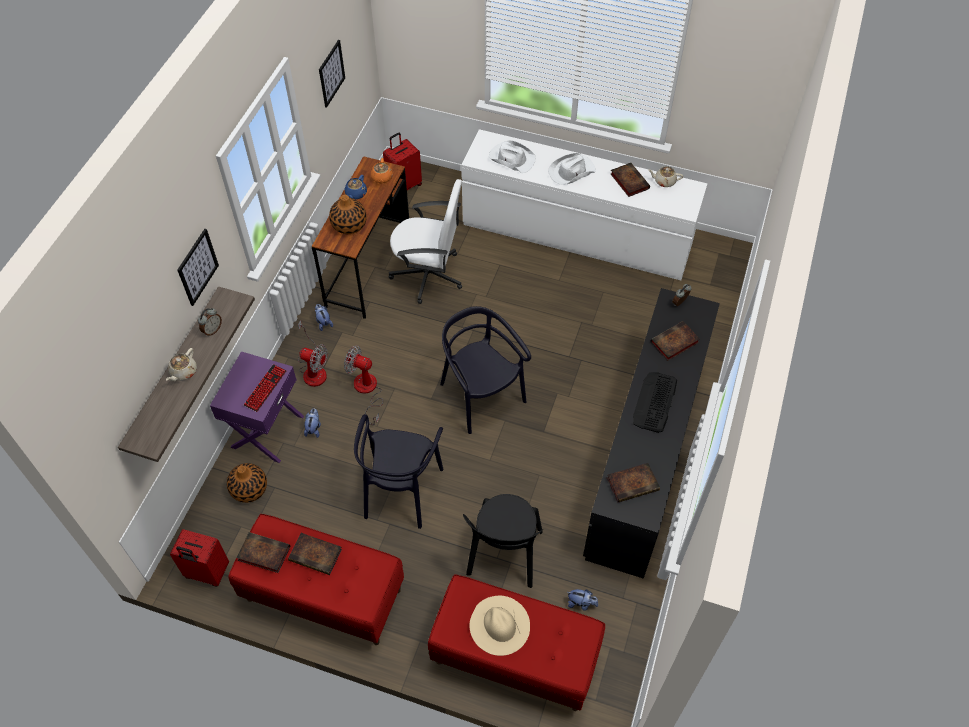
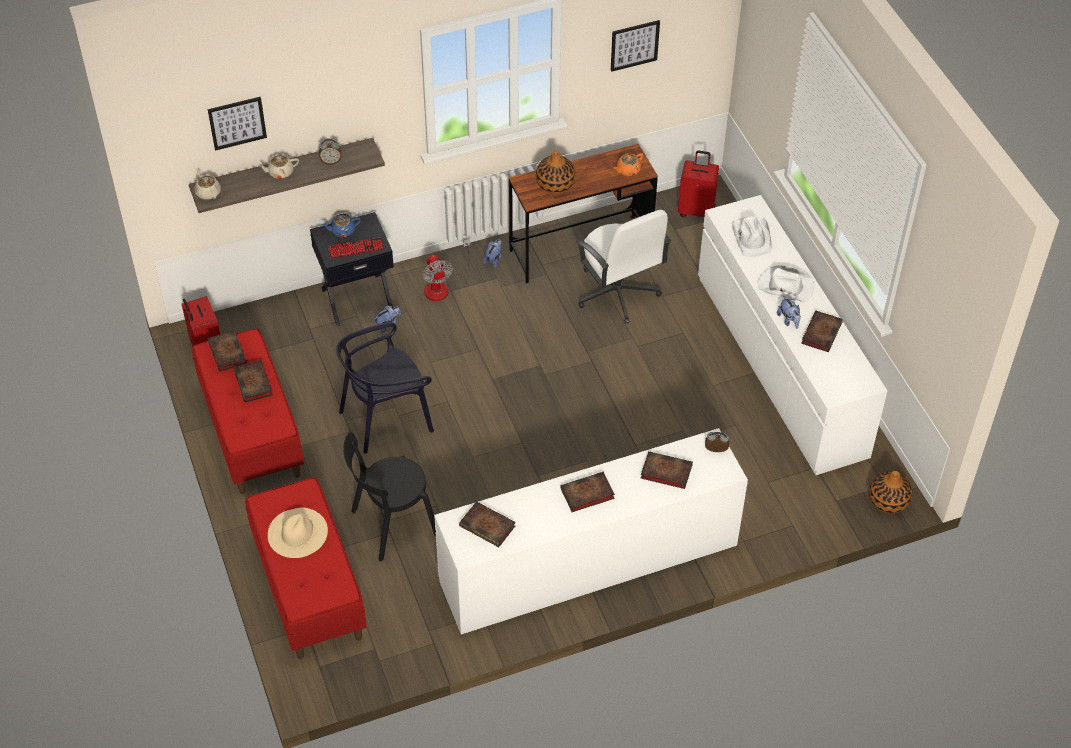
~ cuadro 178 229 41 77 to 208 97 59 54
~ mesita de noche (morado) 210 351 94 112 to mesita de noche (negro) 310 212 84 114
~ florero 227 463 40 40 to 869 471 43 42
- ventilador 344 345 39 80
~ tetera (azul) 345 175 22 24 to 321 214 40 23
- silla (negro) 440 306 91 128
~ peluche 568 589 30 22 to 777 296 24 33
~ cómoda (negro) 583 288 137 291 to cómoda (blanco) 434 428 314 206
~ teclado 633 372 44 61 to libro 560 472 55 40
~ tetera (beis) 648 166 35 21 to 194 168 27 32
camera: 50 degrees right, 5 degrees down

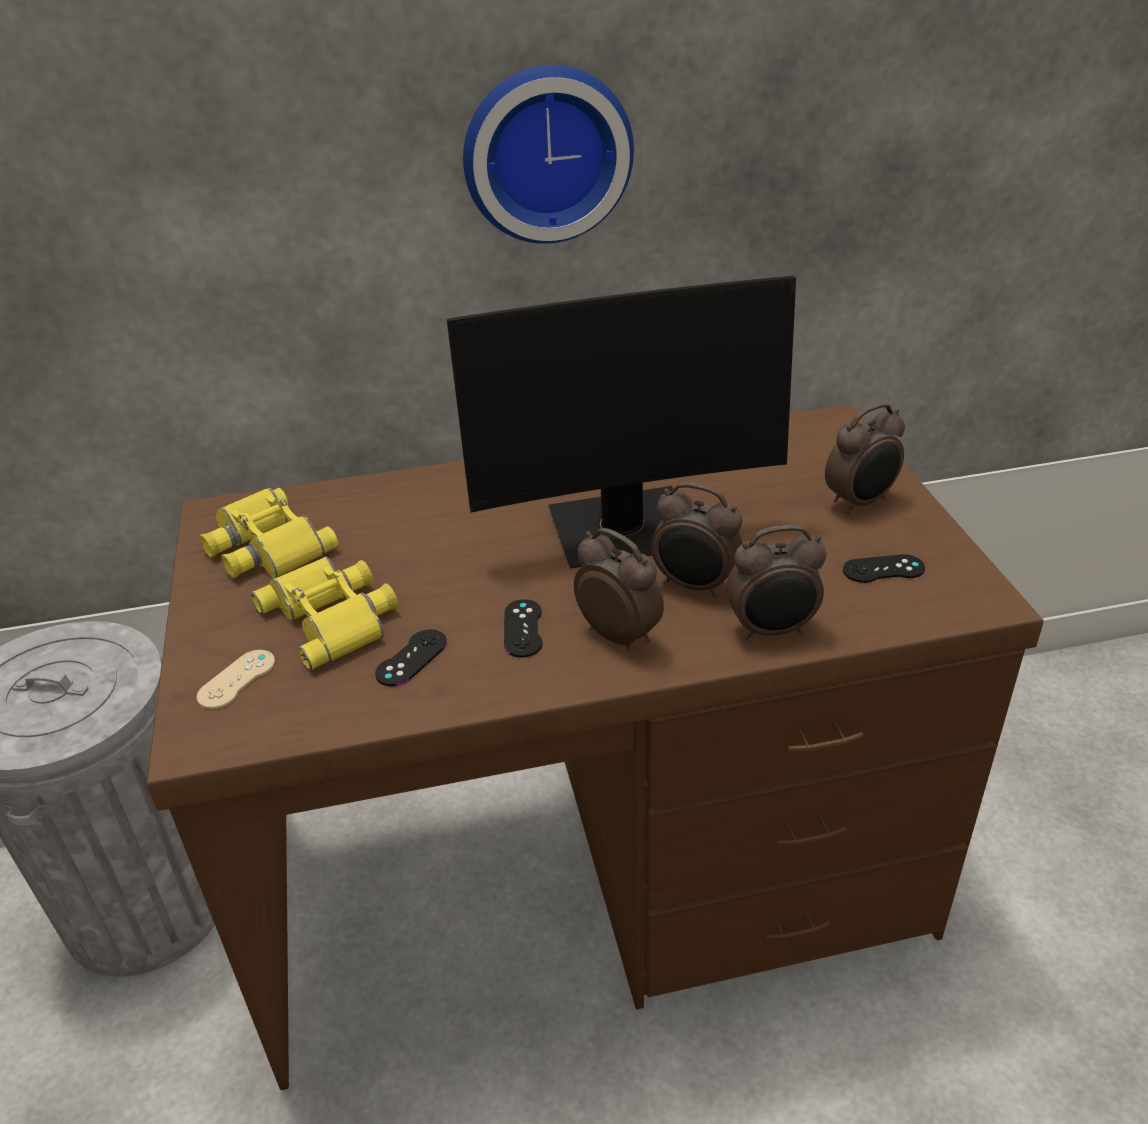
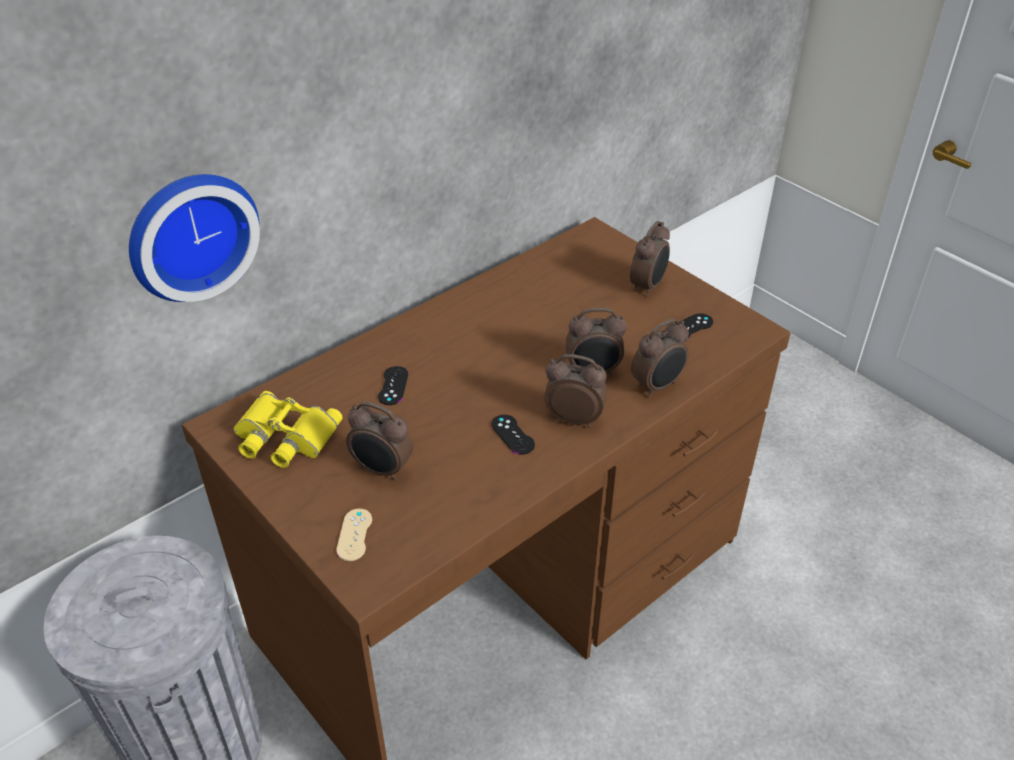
~ prismáticos (amarillo) 251 557 147 113 to despertador 346 402 67 79
~ mando de consola (negro) 375 629 72 57 to 378 366 30 39
- monitor 447 276 349 293
~ reloj de pared 463 65 171 179 to 129 174 131 128
camera: 30 degrees left, 5 degrees up

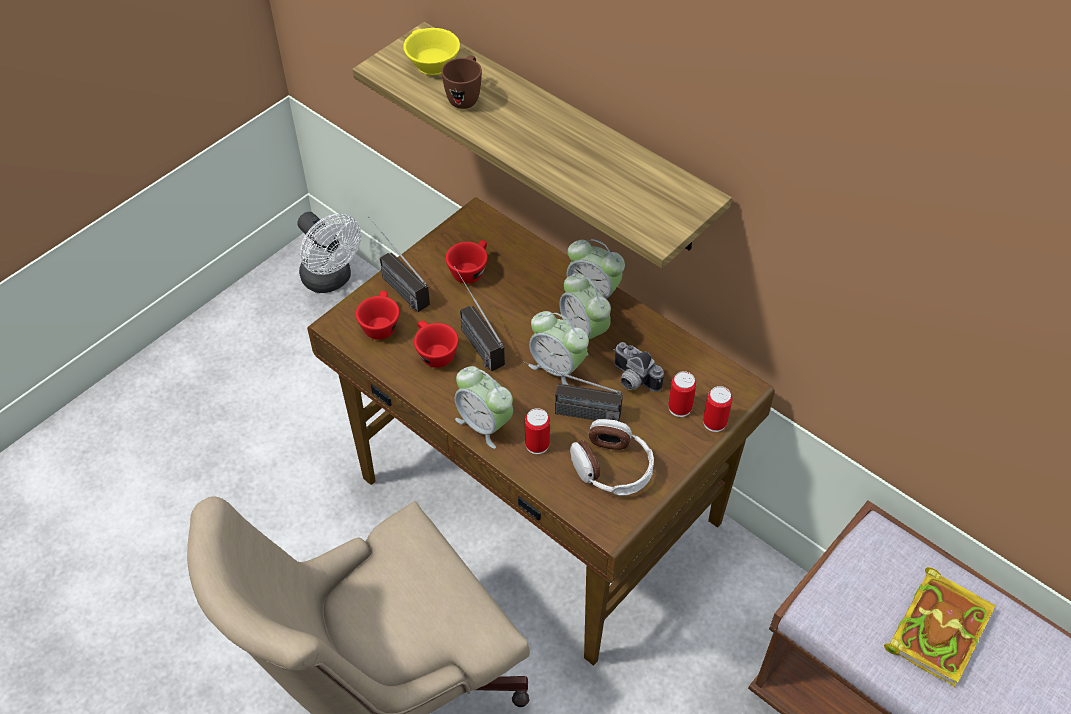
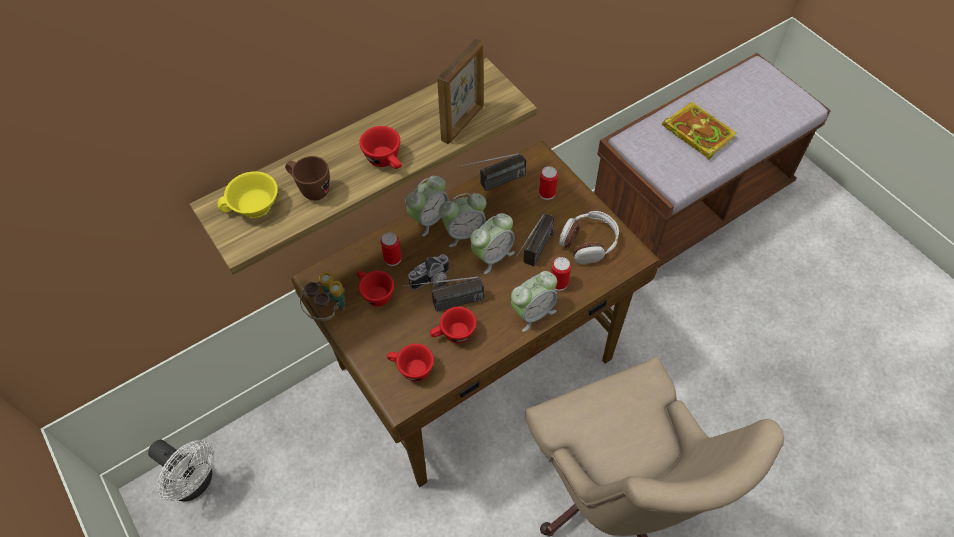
~ ventilador (blanco) 297 212 64 81 = 148 440 66 62 60 degrees clockwise
~ radio 368 217 62 95 to 457 153 69 38
~ cámara 614 342 50 50 to 408 254 42 36
~ lata 703 386 29 46 to 380 232 22 34
+ prismáticos 300 271 45 50
+ taza (rojo) 359 126 43 43
+ portarretratos 437 38 47 106
camera: 75 degrees left, 5 degrees up

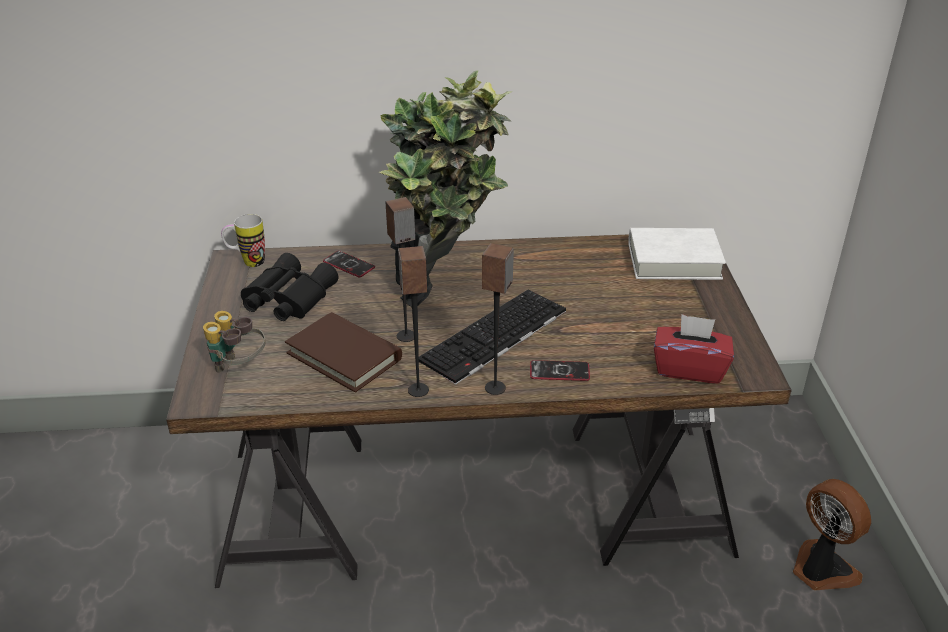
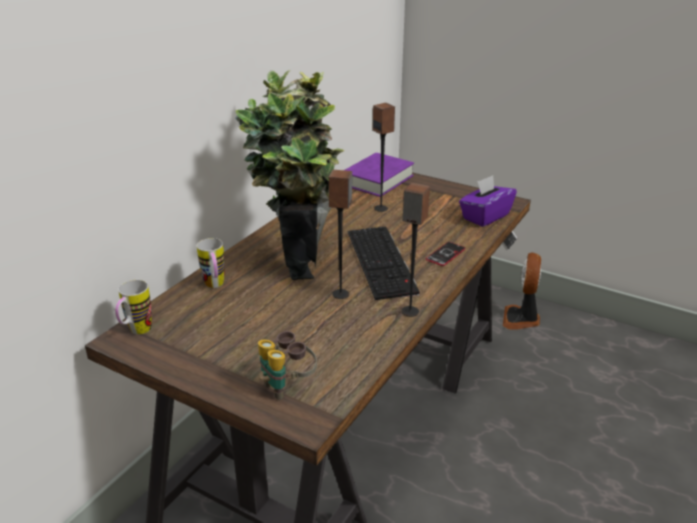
- prismáticos (negro) 241 253 97 68
- libro (marrón) 285 312 117 81
~ móvil 323 251 52 26 to taza grande 197 238 28 50
~ altavoz 482 243 32 152 to 373 103 22 109
~ libro (blanco) 628 228 98 52 to libro (morado) 345 153 69 44
~ caja de pañuelos (rojo) 654 314 80 69 to caja de pañuelos (morado) 459 175 58 52
~ ventilador 793 479 78 111 = 503 253 38 77 75 degrees counterclockwise
camera: 55 degrees left, 5 degrees down

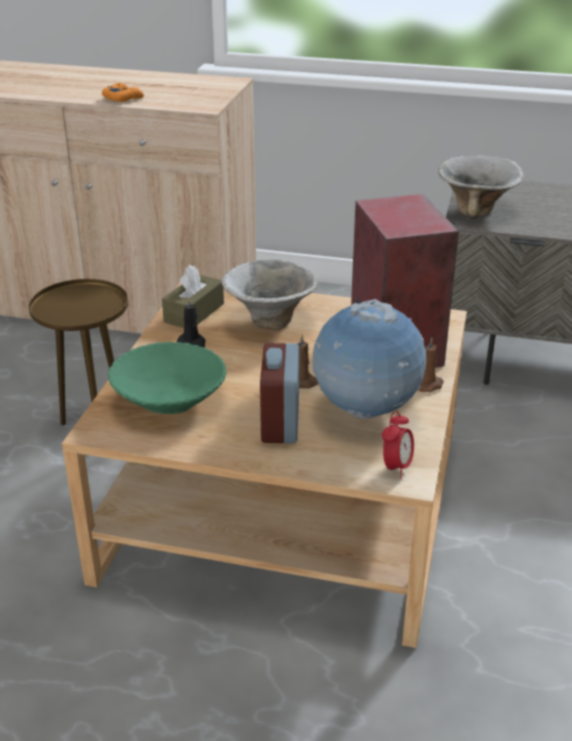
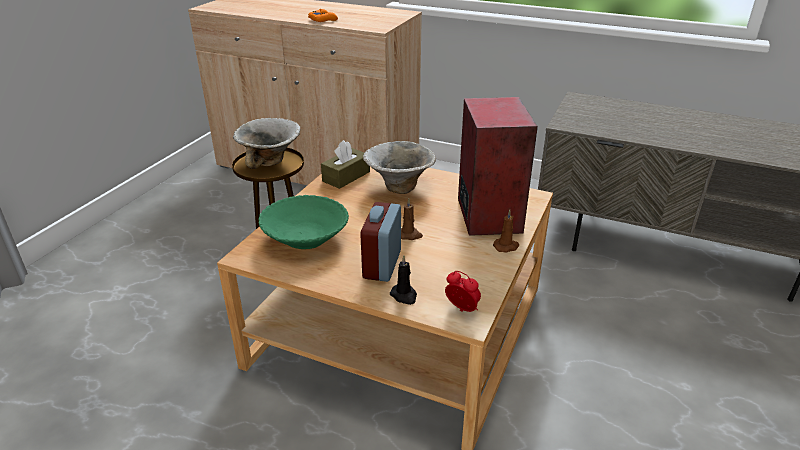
~ vela (negro) 177 297 29 51 to 390 255 27 50
- globo terráqueo 313 299 113 120
~ despertador 382 411 32 67 = 445 271 36 41 90 degrees counterclockwise
~ cuenco 438 155 86 64 to 233 118 67 51
camera: 10 degrees right, 0 degrees up

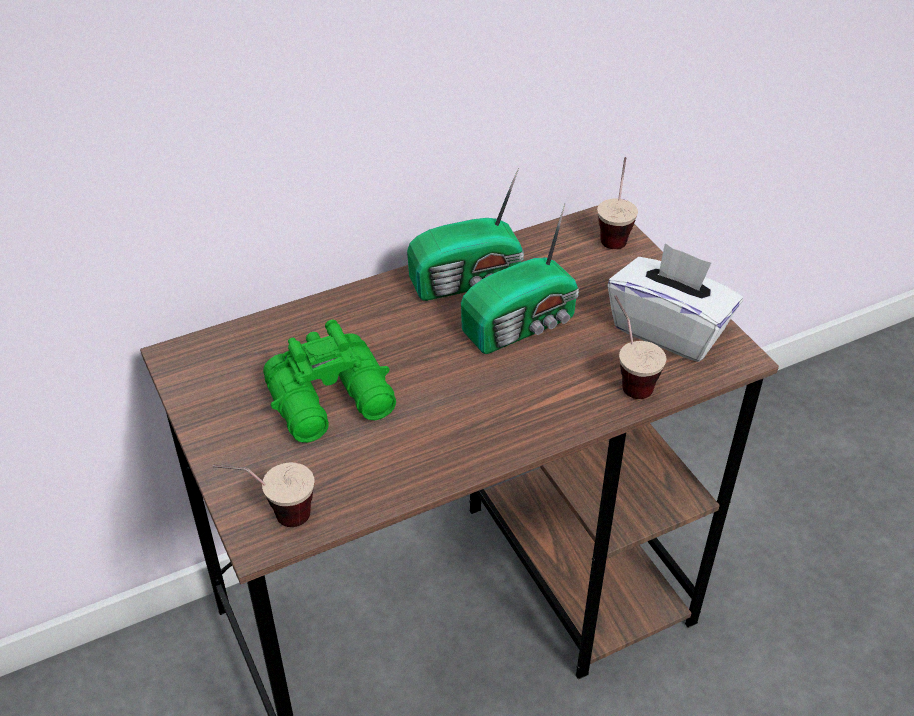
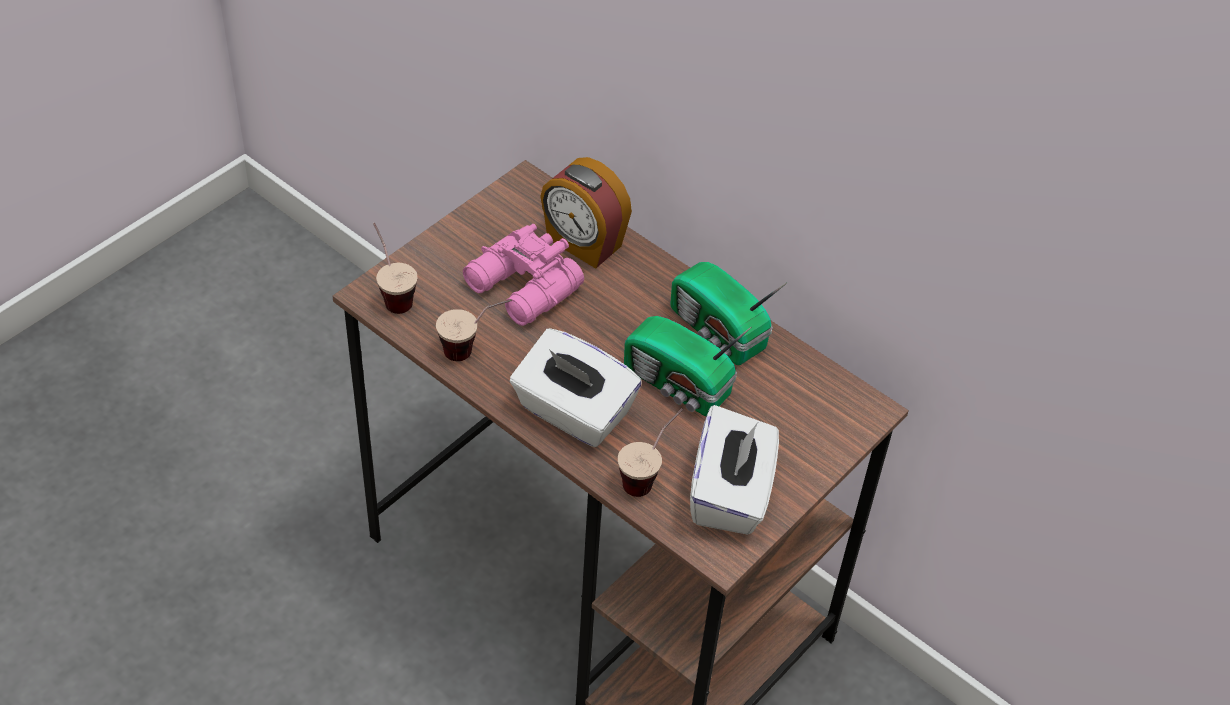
~ prismáticos (verde) 263 319 133 124 to prismáticos (rosa) 463 224 121 102
~ taza 597 157 41 92 to 436 299 76 62
+ caja de pañuelos (blanco) 510 328 132 119
+ despertador 540 157 92 112
camera: 65 degrees right, 5 degrees up

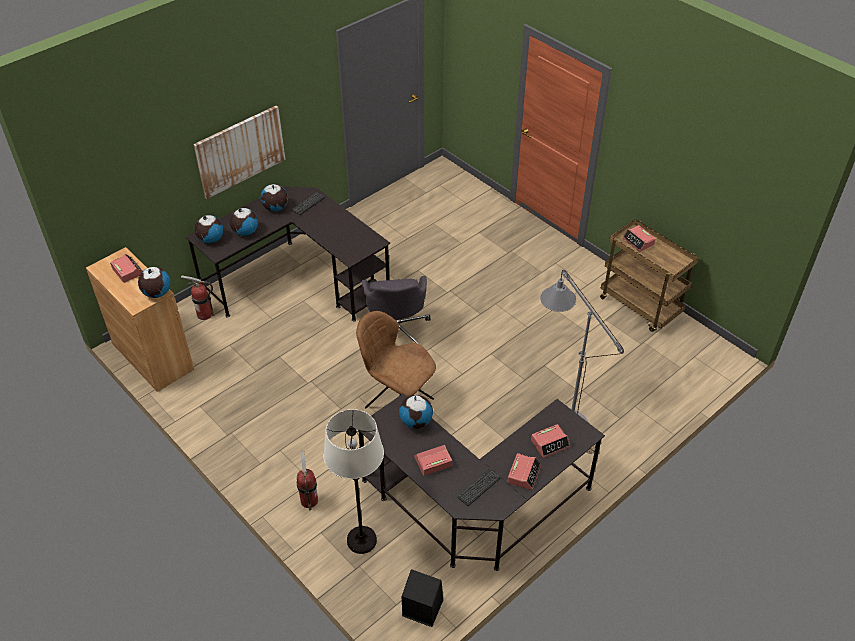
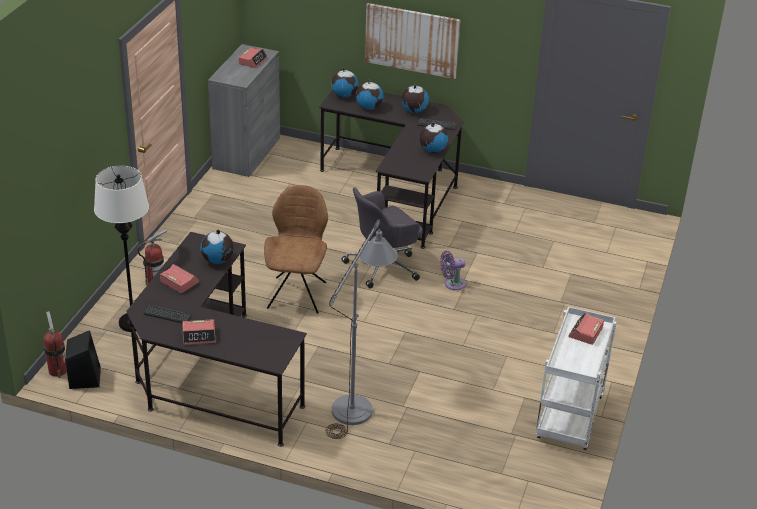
~ armario (marrón) 86 247 108 145 to armario (gris) 208 44 72 133
~ globo terráqueo 138 267 32 31 to 419 123 29 30
~ extintor 181 276 33 44 to 44 311 23 67
- despertador 531 424 39 34
~ carrito (marrón) 600 219 99 113 to carrito (blanco) 536 306 80 144
+ ventilador (morado) 440 251 26 39
camera: 60 degrees right, 10 degrees down

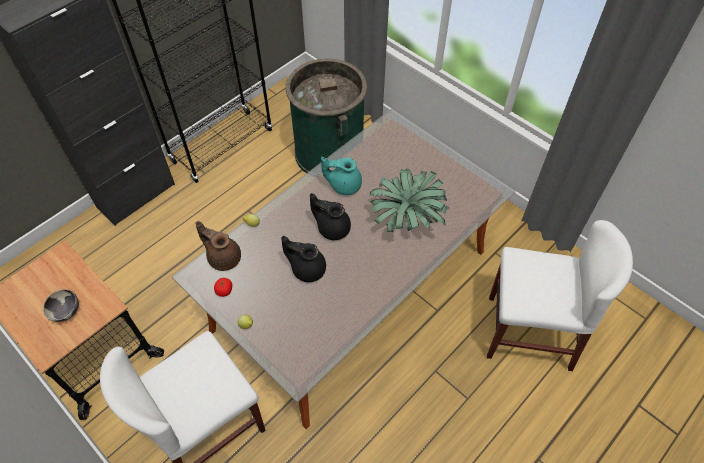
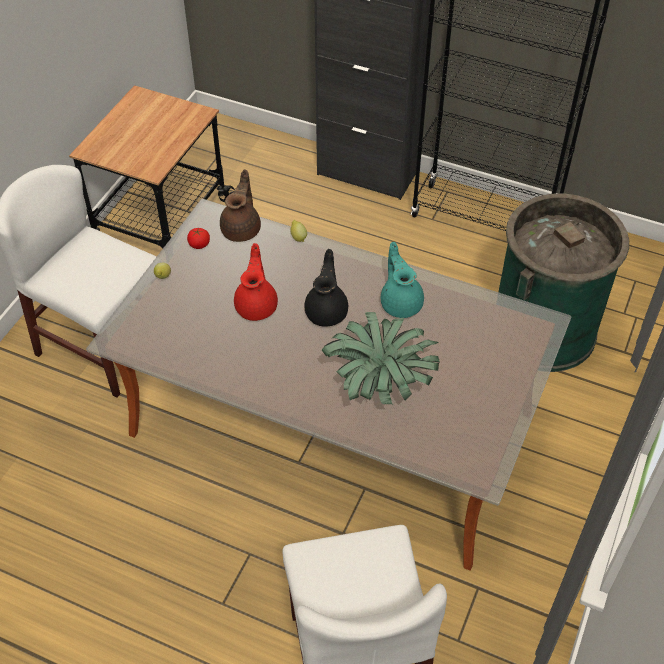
- cuenco 43 289 36 33
~ tetera (negro) 281 236 45 46 to tetera (rojo) 234 243 44 78
camera: 70 degrees right, 5 degrees down

